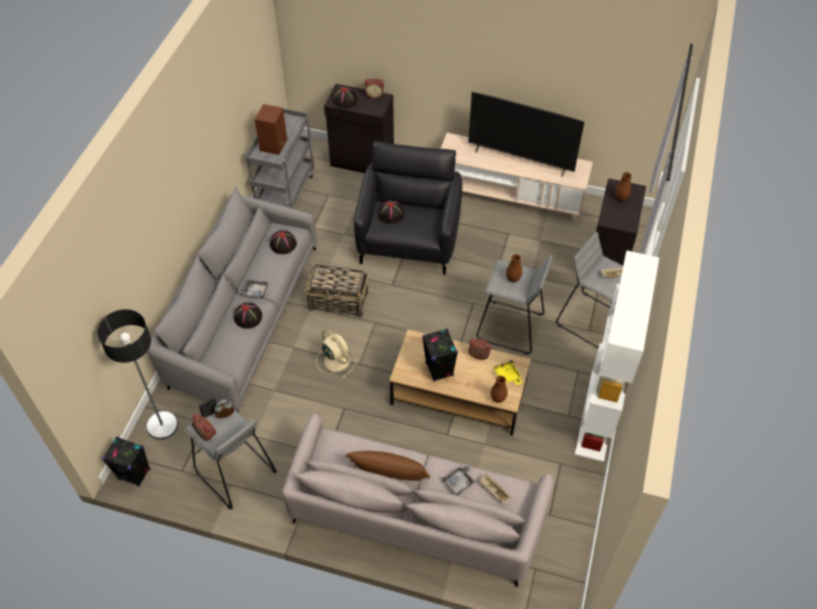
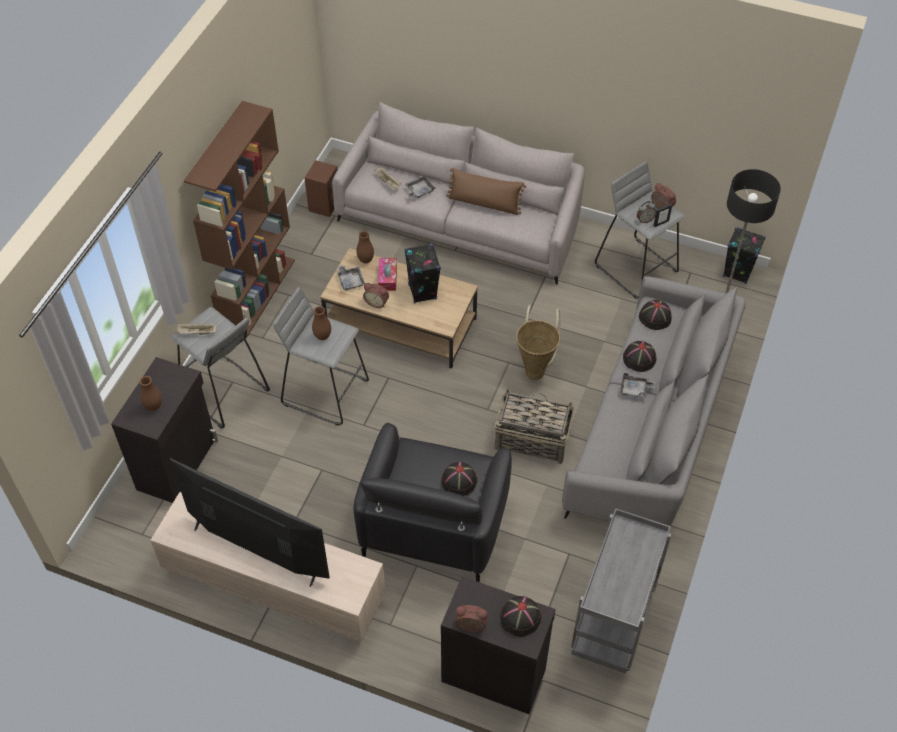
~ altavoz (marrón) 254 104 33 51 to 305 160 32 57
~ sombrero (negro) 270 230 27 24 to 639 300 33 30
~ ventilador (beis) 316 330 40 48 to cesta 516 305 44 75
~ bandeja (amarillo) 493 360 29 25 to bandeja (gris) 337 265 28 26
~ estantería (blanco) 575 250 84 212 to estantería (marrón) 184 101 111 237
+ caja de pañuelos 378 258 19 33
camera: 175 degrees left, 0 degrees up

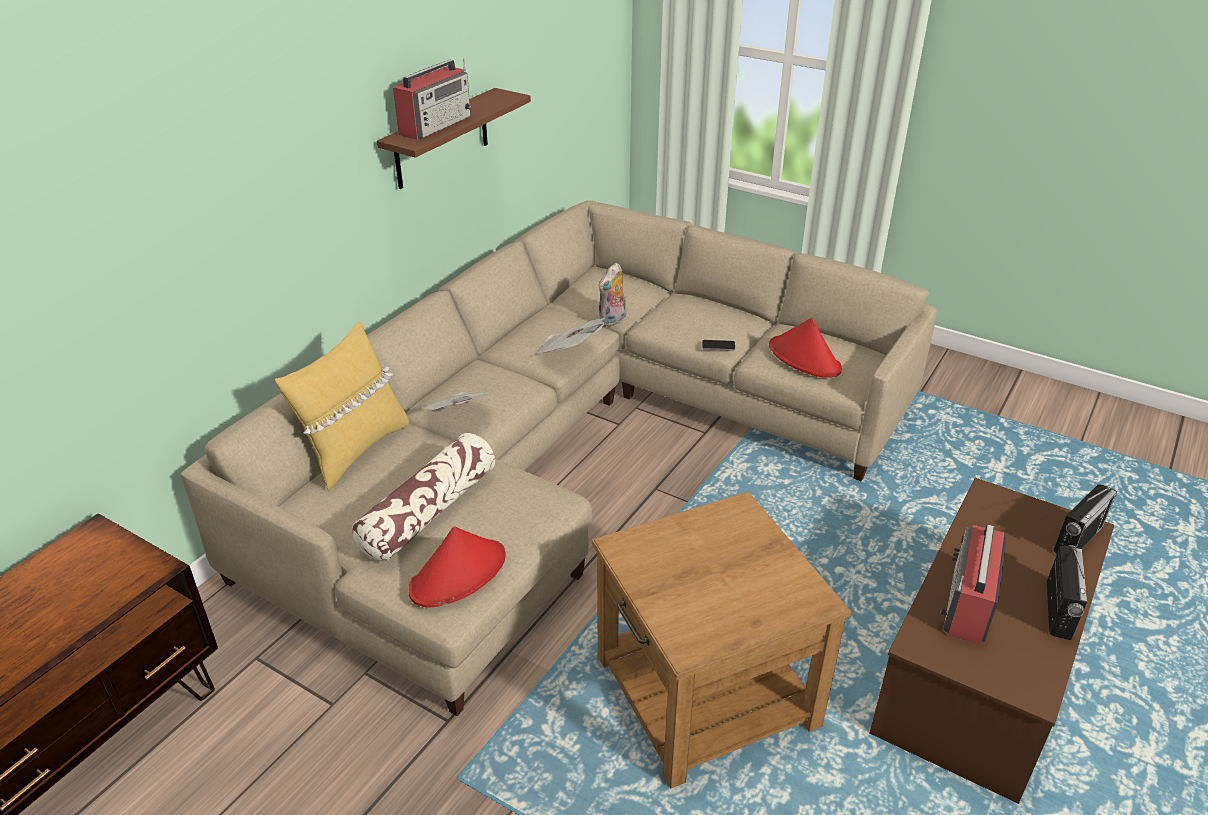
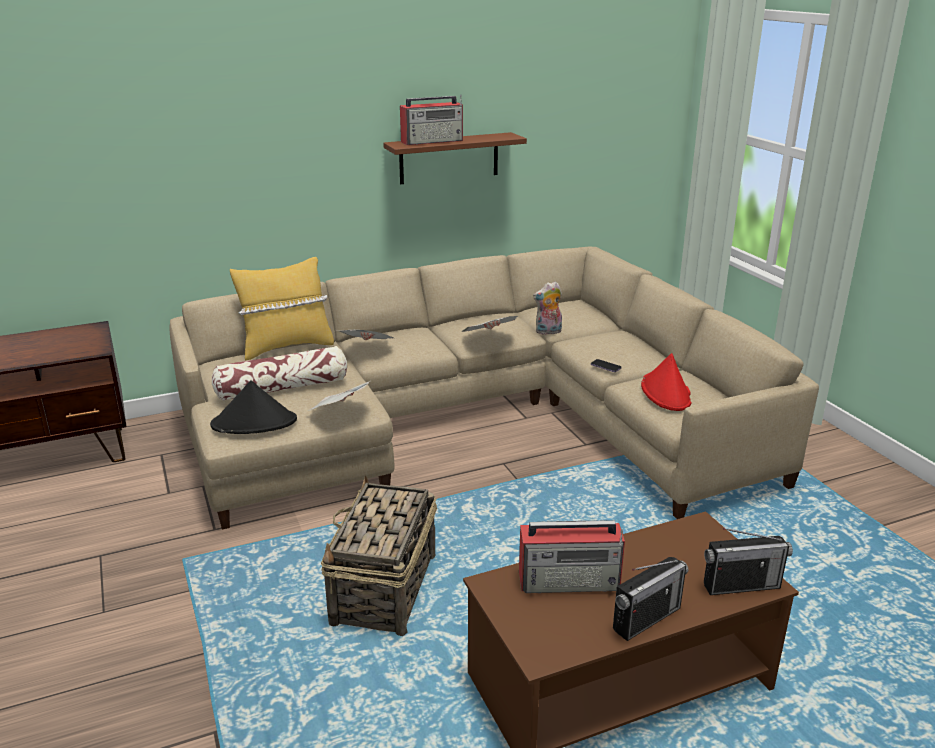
~ sombrero (rojo) 408 526 97 82 to sombrero (negro) 210 380 87 54
~ mesa auxiliar (marrón) 592 491 259 297 to cesta 321 475 116 161
~ radio 940 524 67 121 = 519 520 106 73 150 degrees counterclockwise
+ periódico 308 381 62 30
camera: 35 degrees right, 10 degrees down

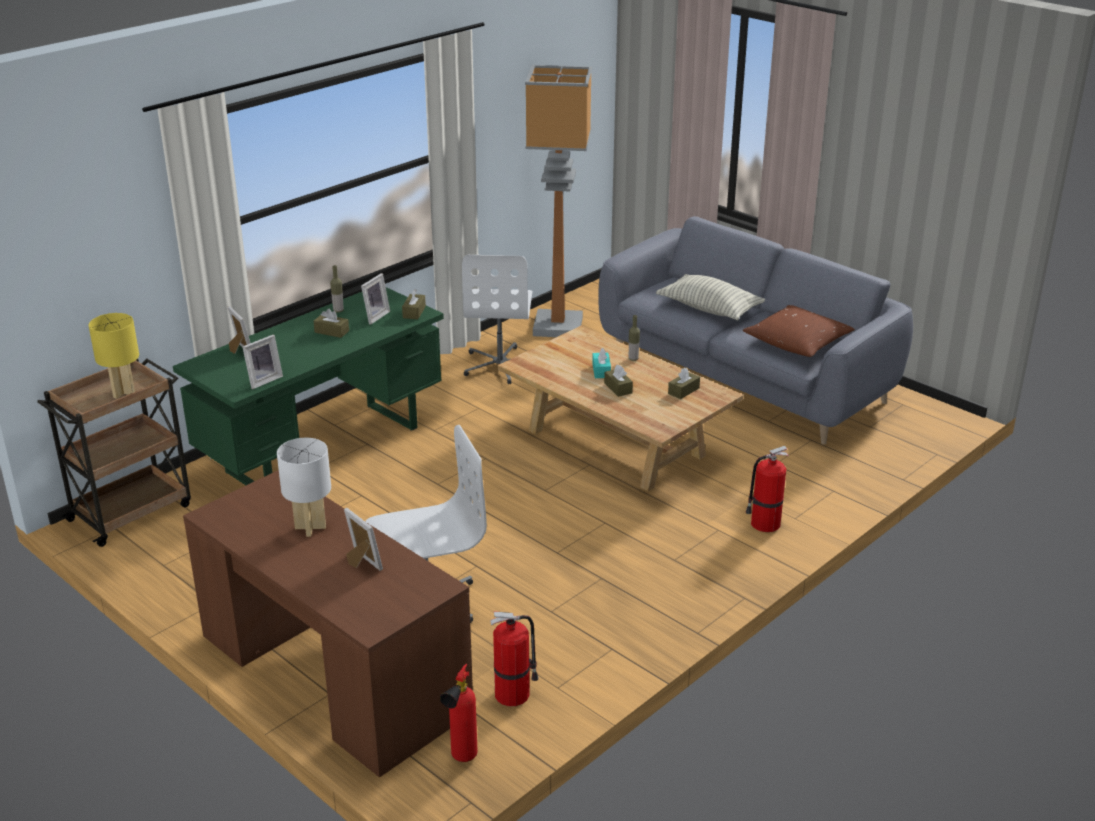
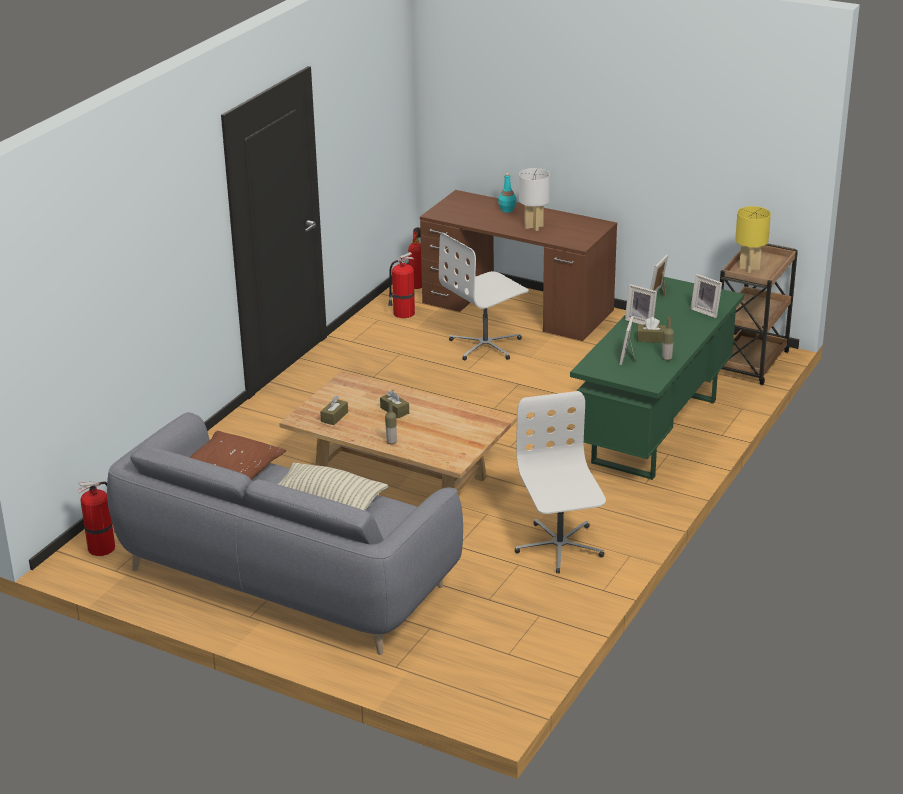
~ portarretratos 344 508 39 63 to 625 284 32 40
- caja de pañuelos (marrón) 402 289 24 30
- lámpara de pie 525 65 67 272
- caja de pañuelos (turquesa) 592 348 19 30
~ extintor 745 446 44 86 to 77 481 38 75
+ botella (turquesa) 498 173 19 40
camera: 165 degrees right, 0 degrees up

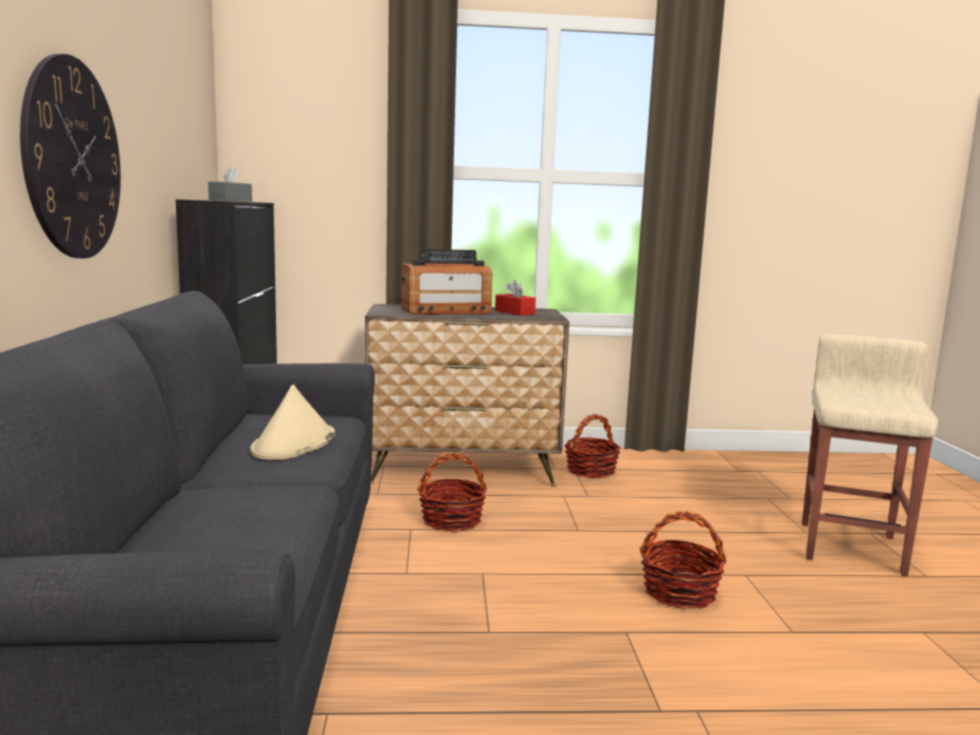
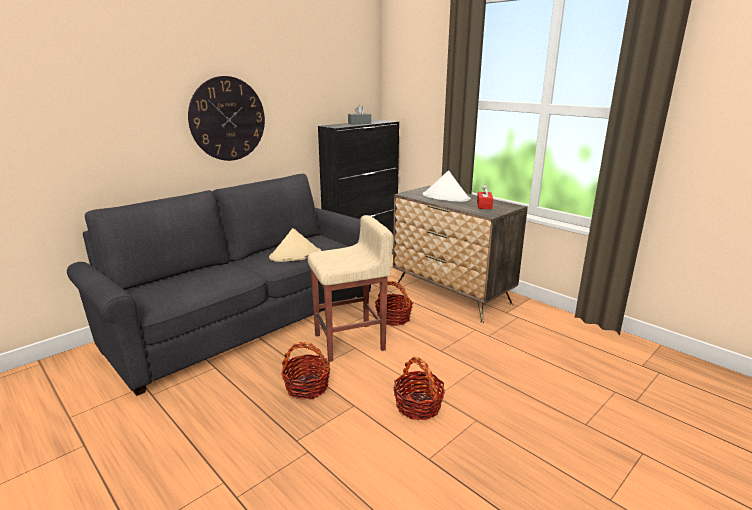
~ radio 401 249 91 66 to sombrero (blanco) 422 171 48 31
~ cesta 564 414 57 64 to 281 342 49 58
~ taburete (beis) 802 334 136 243 to 308 215 86 147
camera: 50 degrees right, 10 degrees up

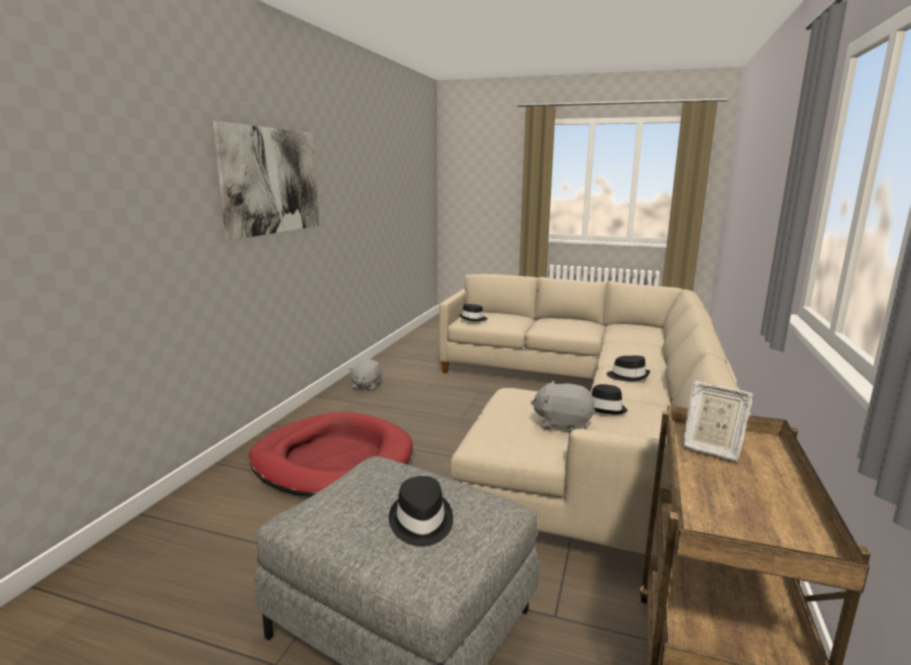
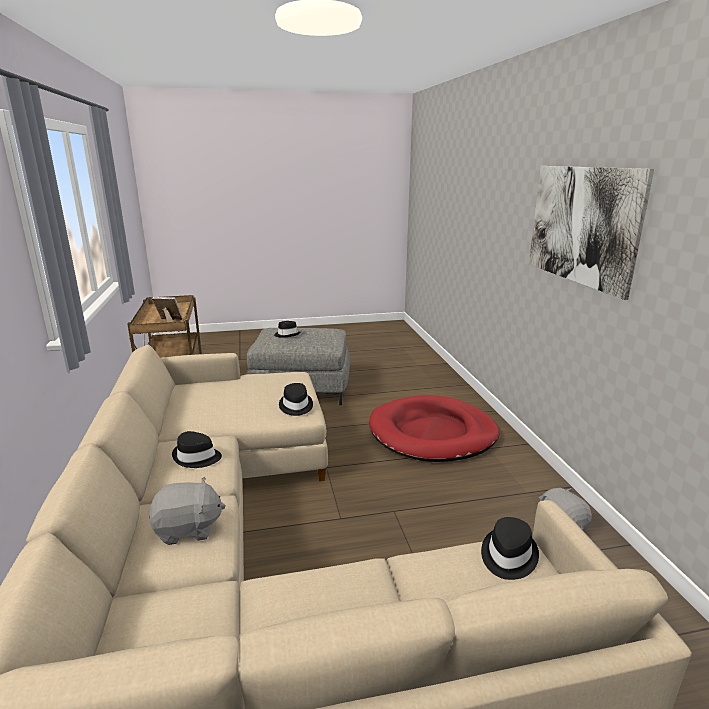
~ peluche (gris) 531 381 64 52 to 149 477 77 68
~ sombrero (negro) 592 384 36 31 to 279 383 34 33
camera: 150 degrees right, 5 degrees up

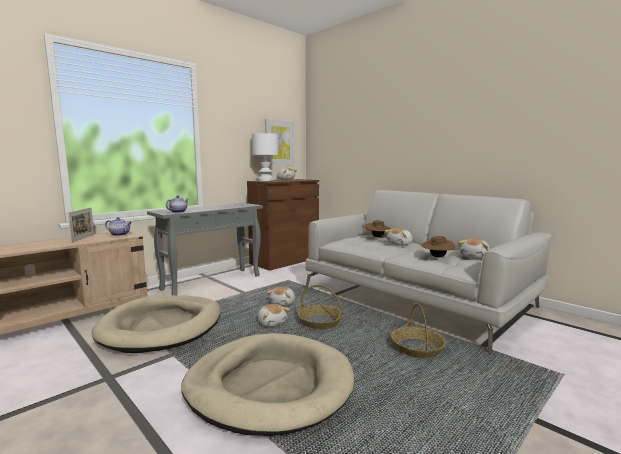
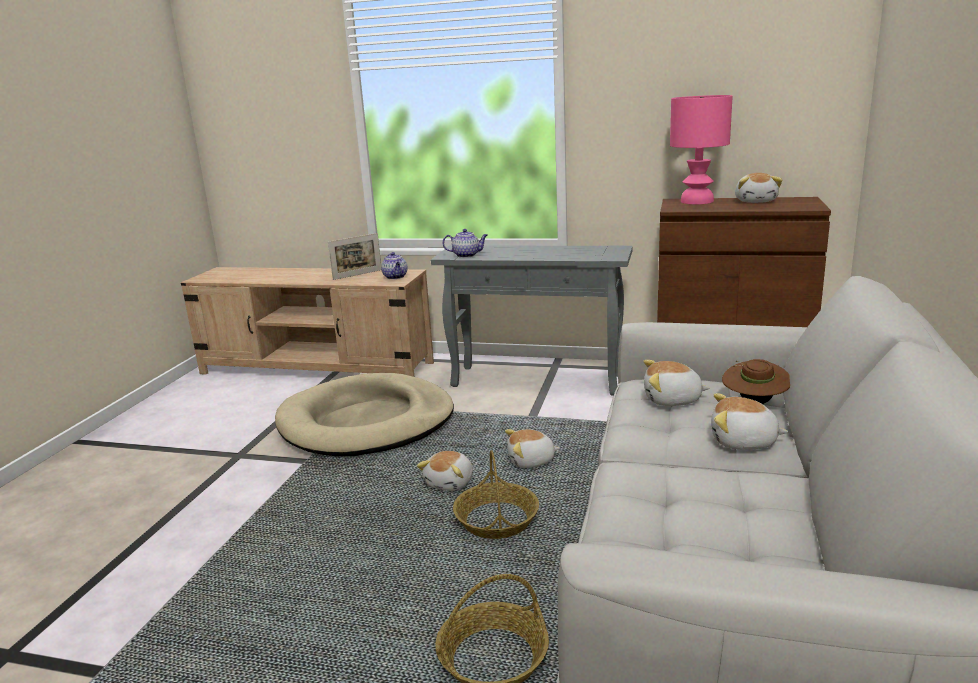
- cama para perro (beis) 181 333 173 103
~ lámpara de mesa (blanco) 252 133 26 48 to lámpara de mesa (rosa) 670 95 63 109
- cuadro 265 118 30 48
- sombrero (marrón) 422 236 33 21
~ peluche 458 238 32 21 to 643 360 67 46
camera: 60 degrees right, 10 degrees up

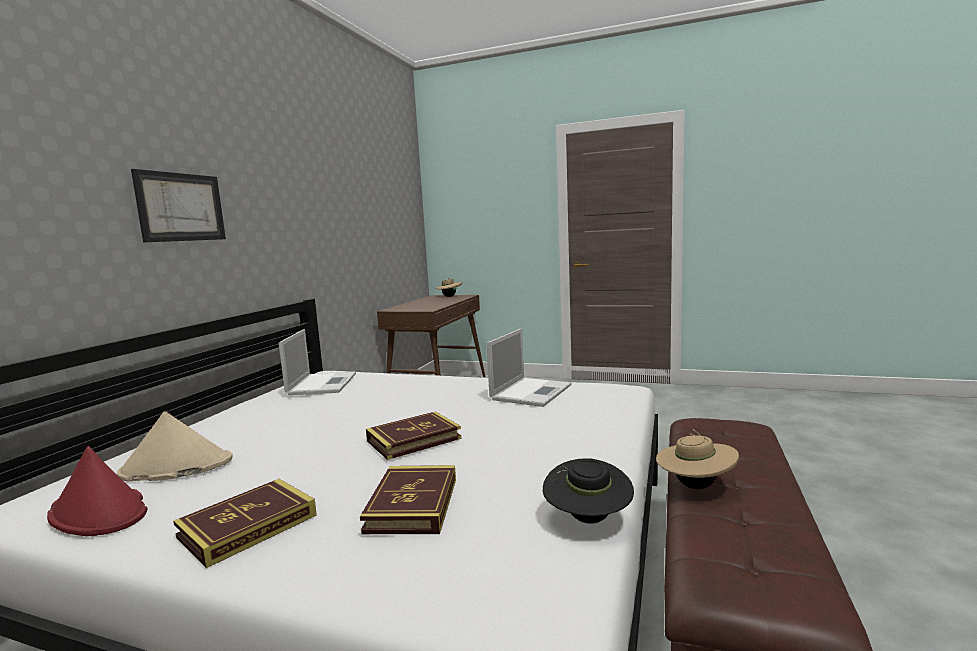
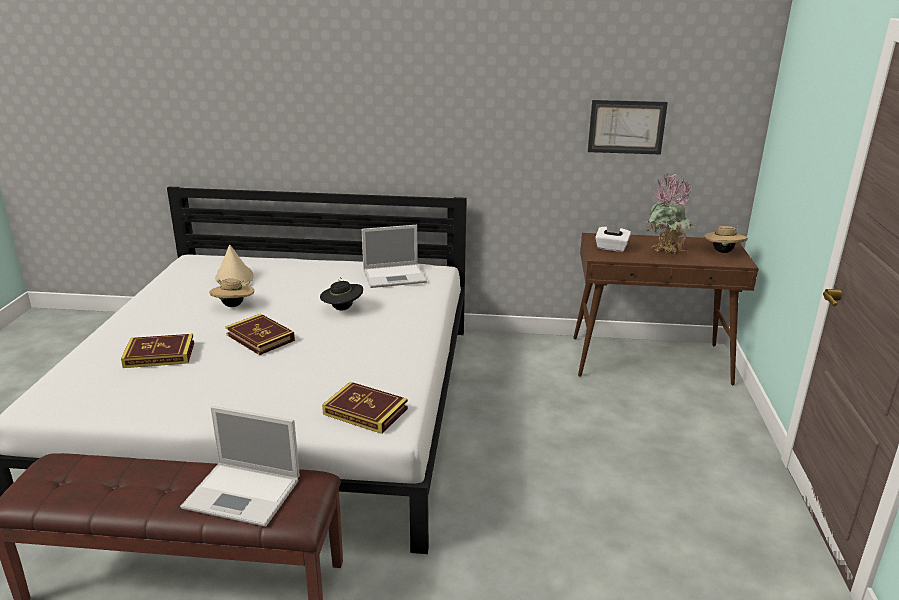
- sombrero (rojo) 47 446 101 90
~ cuadro 131 169 95 74 to 588 100 80 55
~ libro 173 479 144 89 to 322 382 86 52
~ portátil 487 328 85 79 to 180 406 120 121
~ sombrero (negro) 543 458 91 66 to 320 278 43 33
~ sombrero (beis) 656 429 83 60 to 209 279 45 28
+ caja de pañuelos (blanco) 595 225 36 27
+ planta en maceta 644 173 51 81
camera: 75 degrees right, 15 degrees up

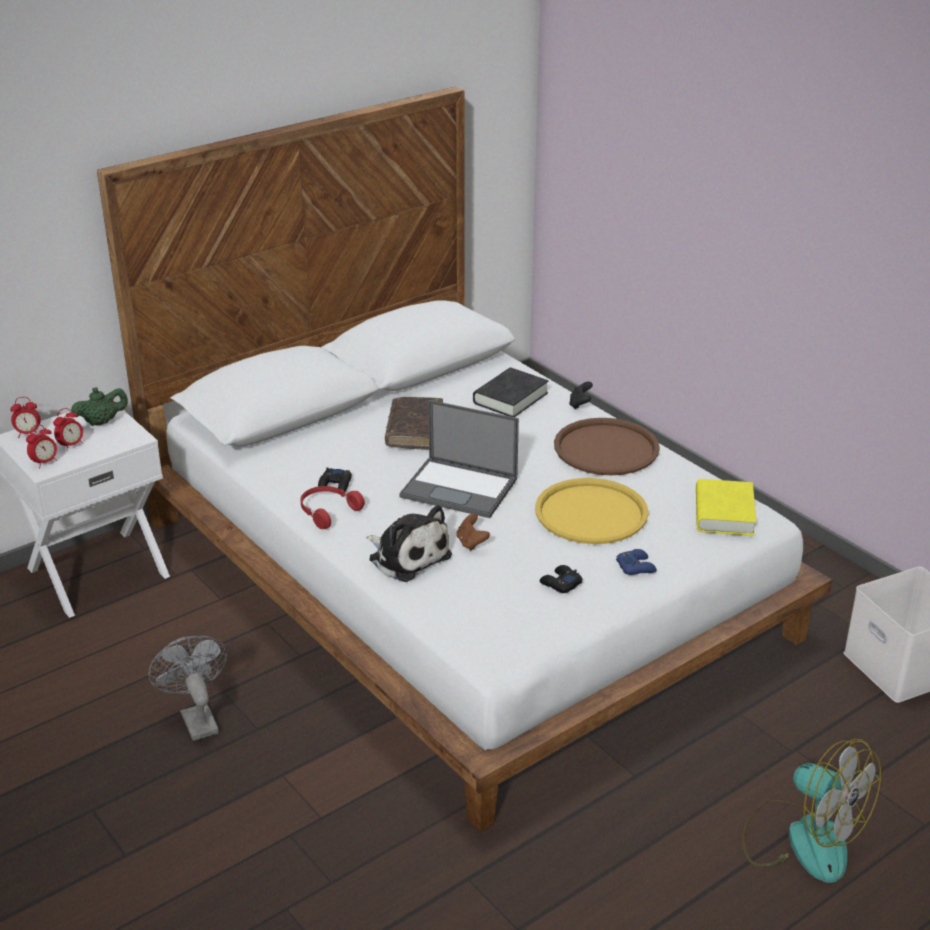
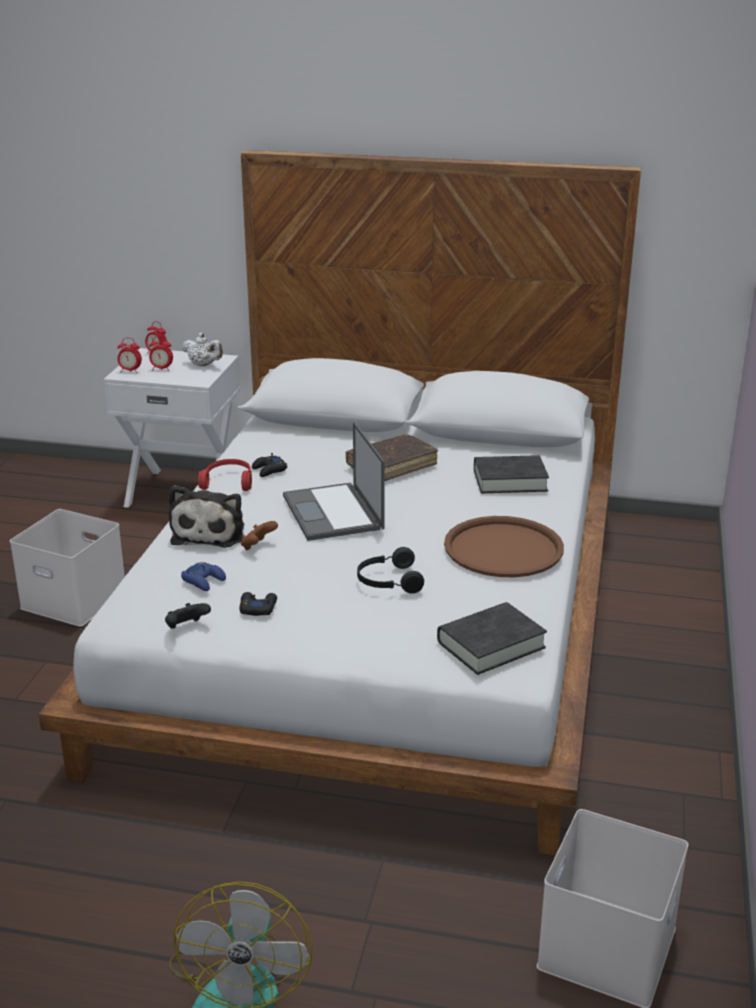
~ tetera (verde) 71 387 57 39 to tetera (blanco) 182 333 41 33
~ ventilador (gris) 149 636 78 105 to caja de almacenaje (blanco) 10 509 115 118
~ bandeja (amarillo) 535 478 114 66 to auriculares (negro) 357 547 67 47
~ mando de consola (negro) 569 381 24 28 to 165 603 46 26
~ mando de consola (azul) 616 549 41 26 to 181 562 45 29
~ libro (amarillo) 696 479 60 57 to libro (negro) 437 602 110 73
camera: 50 degrees right, 5 degrees down

